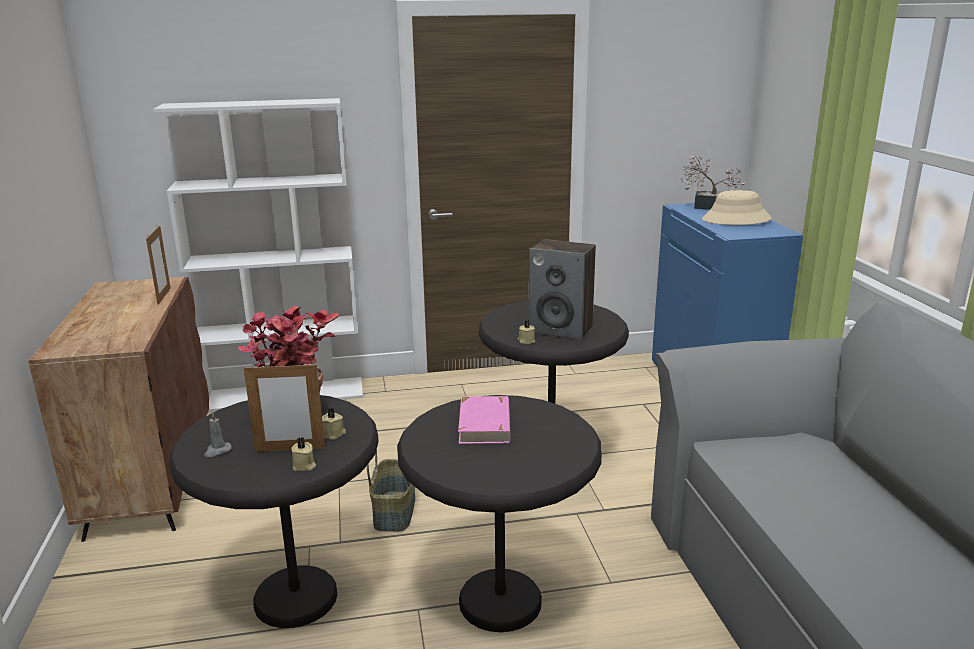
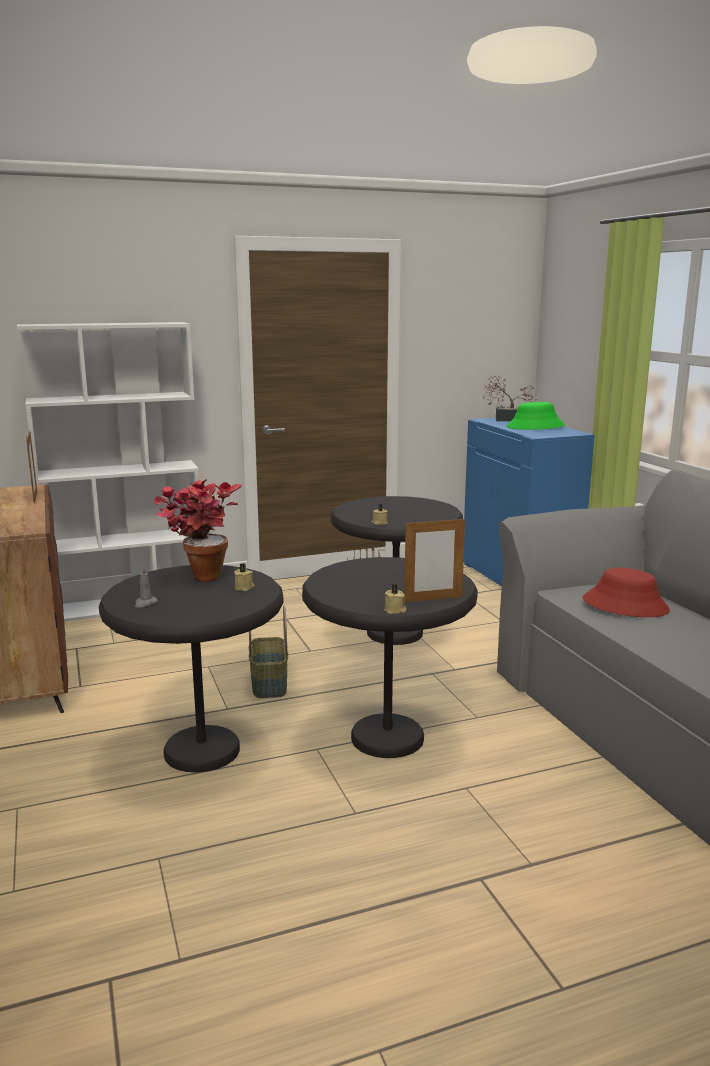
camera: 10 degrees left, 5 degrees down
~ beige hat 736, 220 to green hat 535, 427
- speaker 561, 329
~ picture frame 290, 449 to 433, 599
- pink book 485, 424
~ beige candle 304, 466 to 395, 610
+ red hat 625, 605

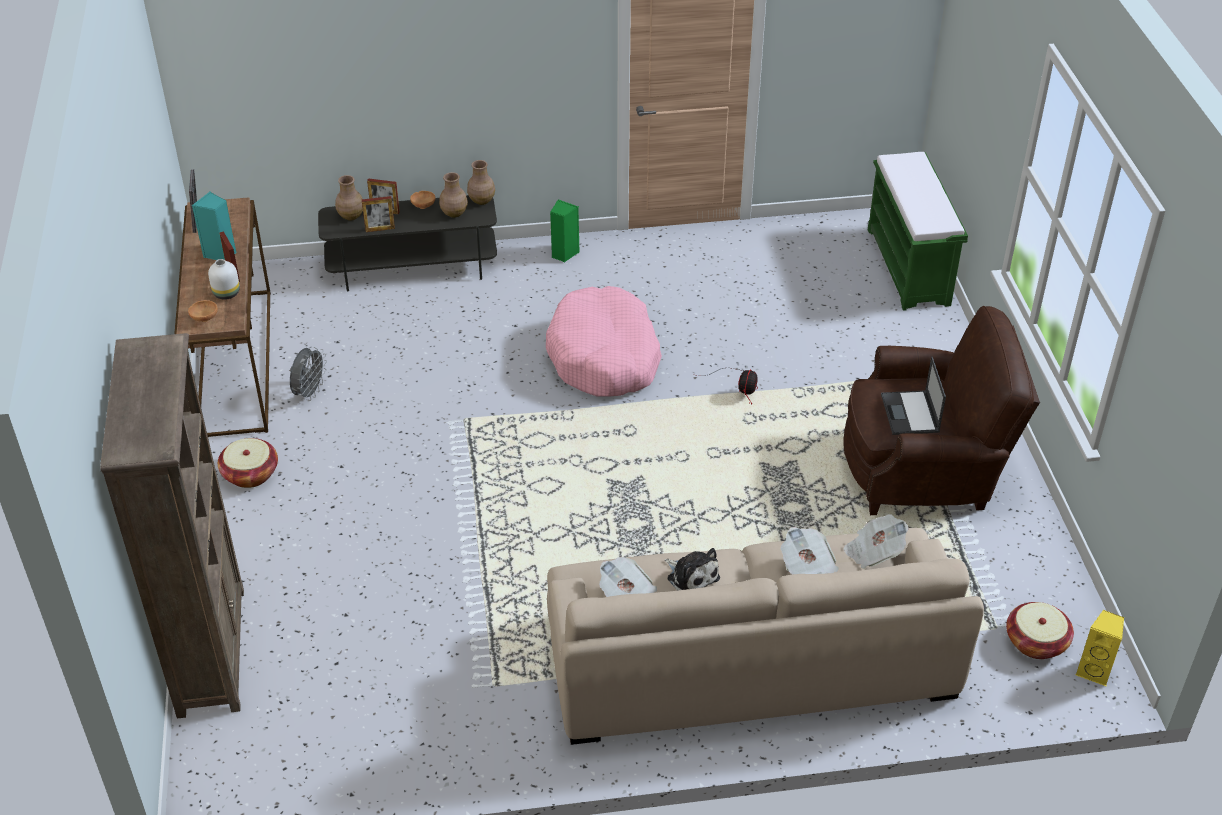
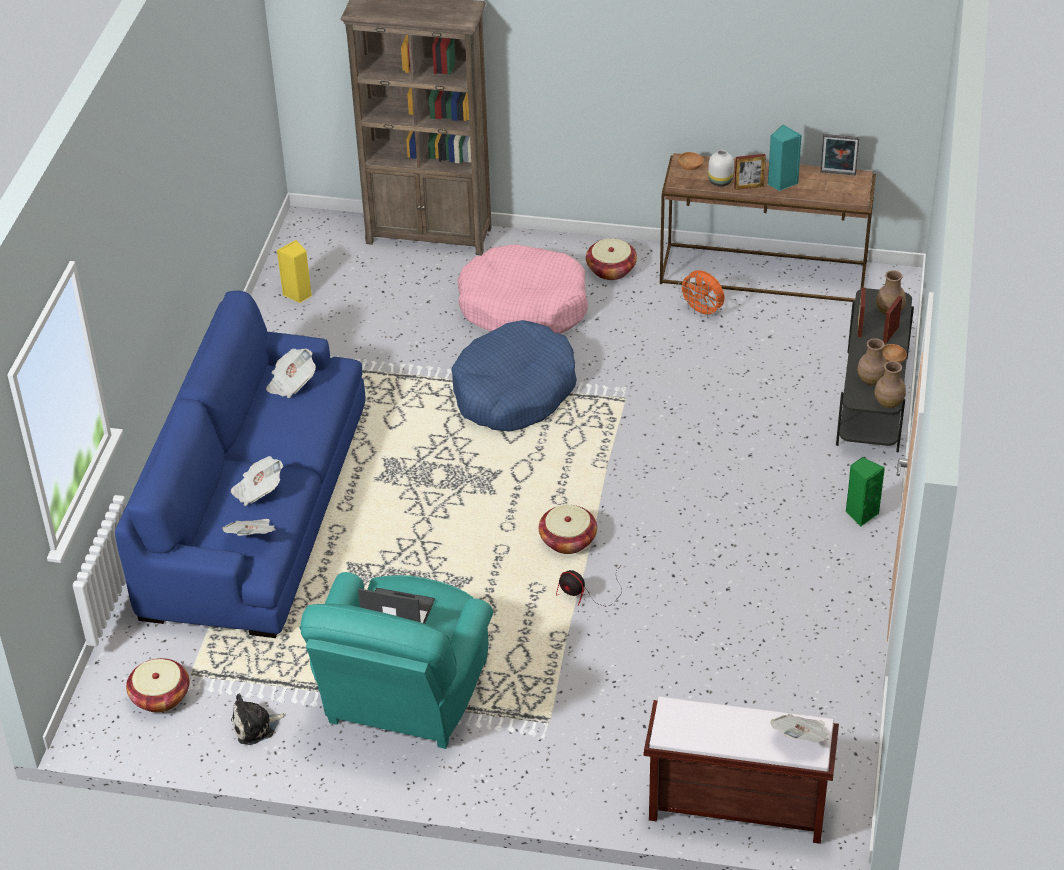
camera: 110 degrees right, 0 degrees up
~ green bench 909, 267 to brown bench 735, 807
~ pink dog bed 604, 357 to 523, 306
~ brown armchair 924, 470 to turquoise armchair 404, 697
~ grey fan 309, 392 to orange fan 702, 312
~ beige sofa 749, 657 to blue sofa 256, 508
~ plush toy 691, 576 to 256, 726
~ yellow speaker 1094, 671 to 298, 294
+ blue dog bed 514, 391
+ basket 568, 540
+ newspaper 801, 738

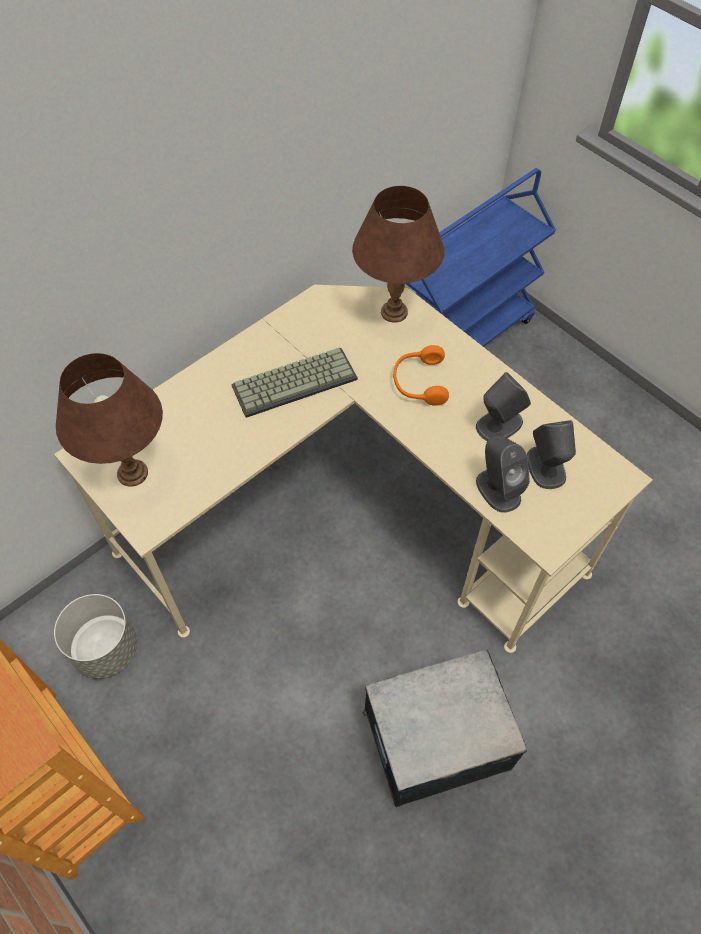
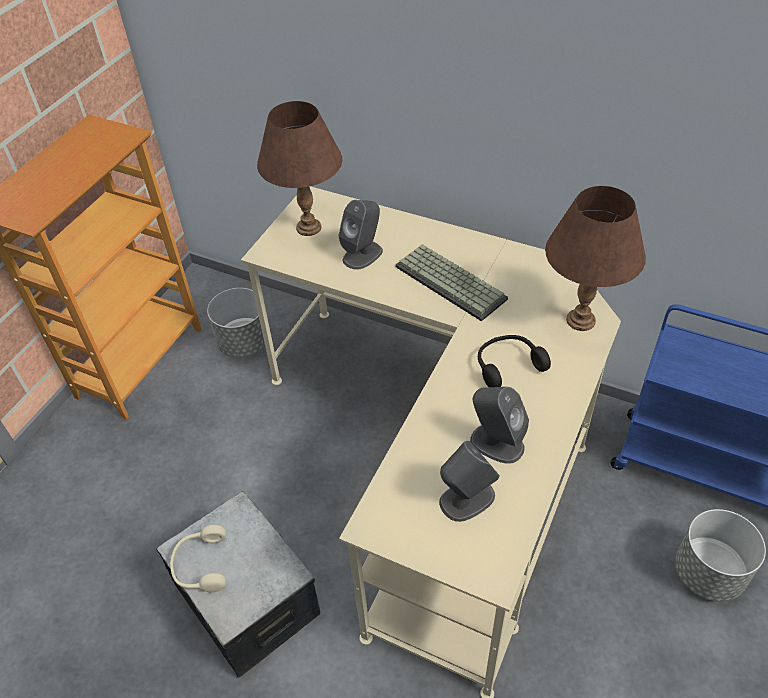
camera: 70 degrees right, 10 degrees down
~ orange headphones 419, 382 to black headphones 507, 365
~ grey speaker 498, 489 to 363, 254
+ grey planter 708, 573
+ beige headphones 200, 565

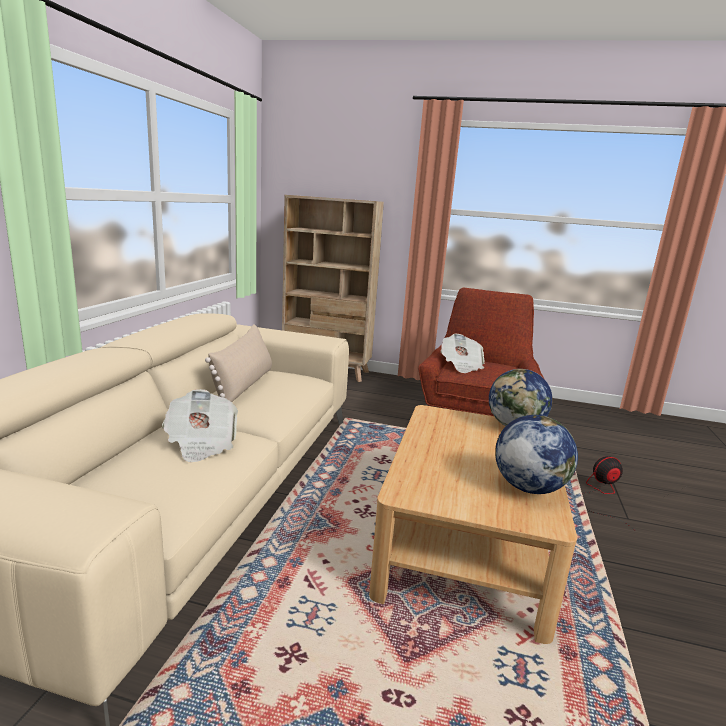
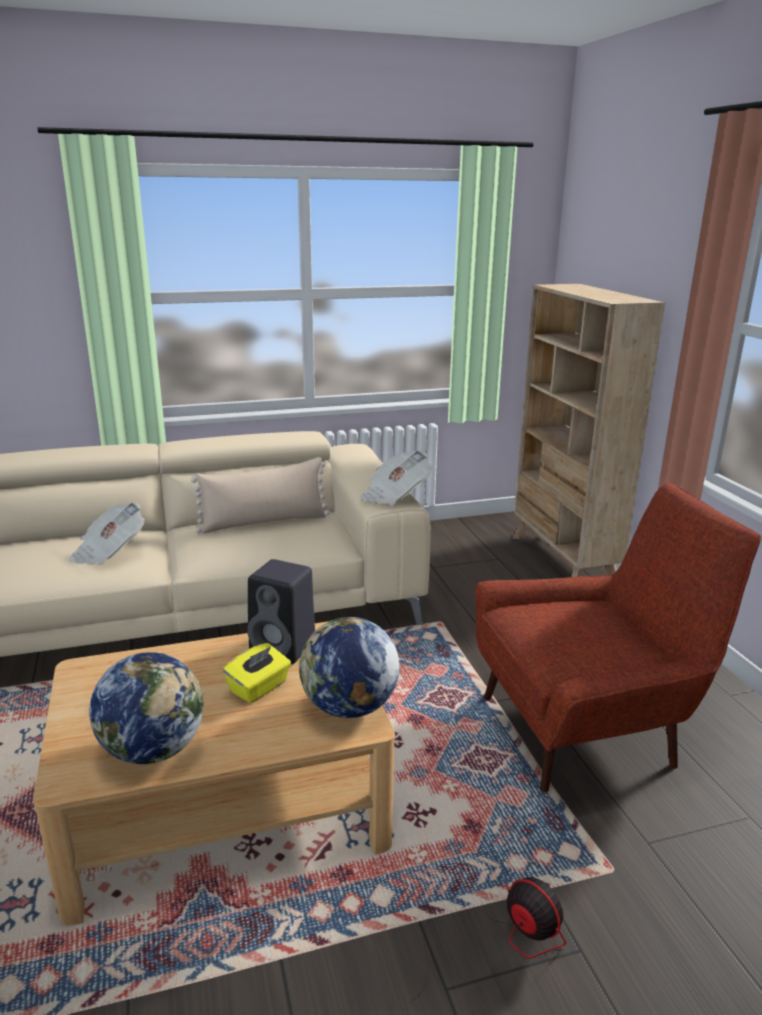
camera: 60 degrees right, 5 degrees up
~ newspaper 461, 365 to 394, 495
+ black speaker 285, 648
+ yellow tissue box 259, 688

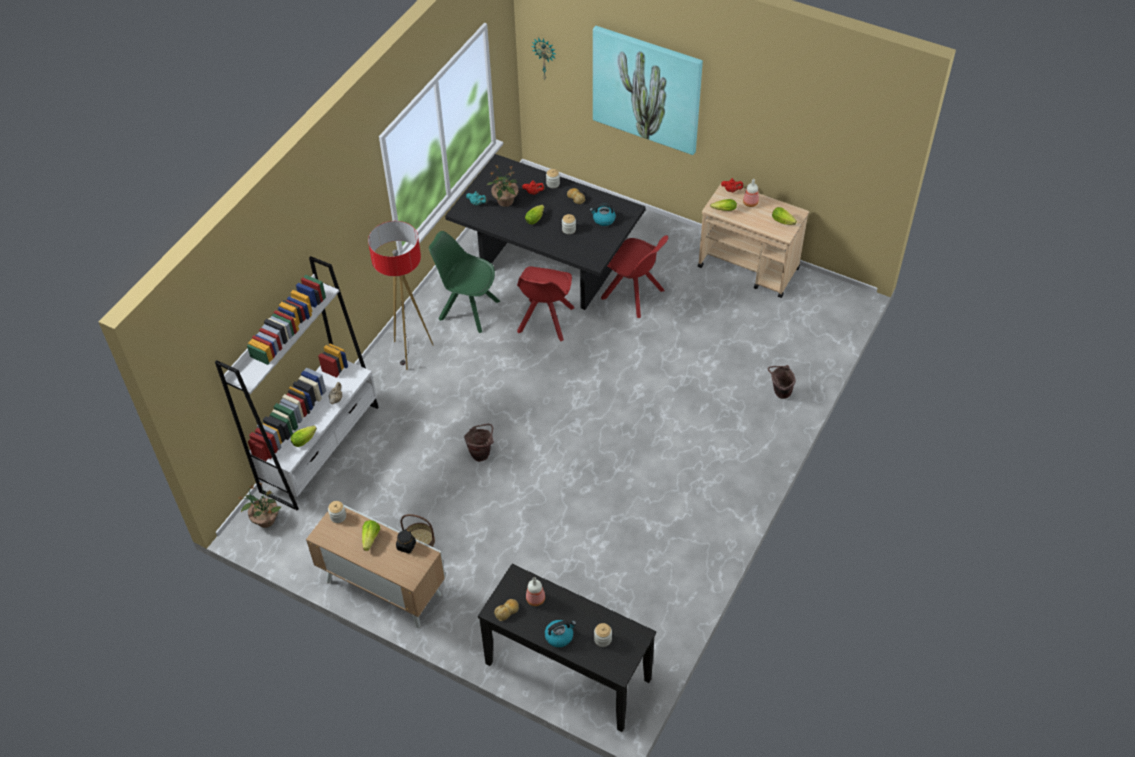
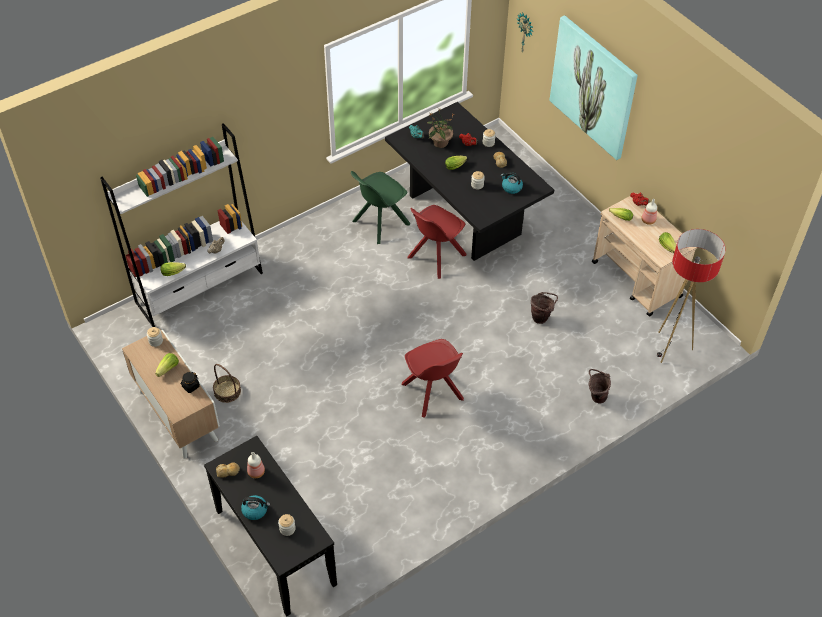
camera: 25 degrees right, 0 degrees up
~ floor lamp 411, 352 to 670, 348
~ green chair 467, 309 = 379, 223 90 degrees counterclockwise
~ red chair 634, 295 to 433, 393
~ brown bucket 481, 453 to 541, 317
- potted plant 265, 519

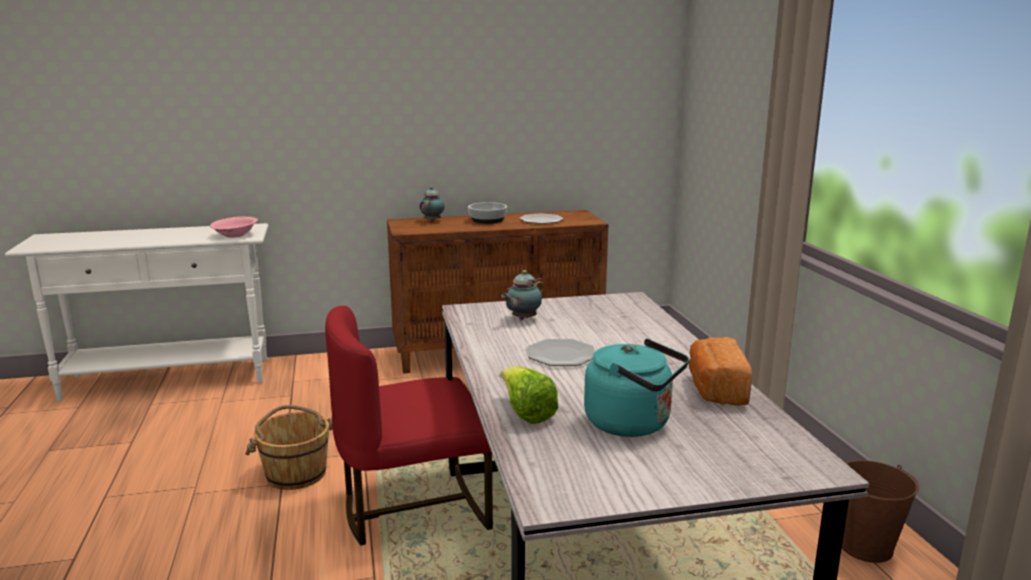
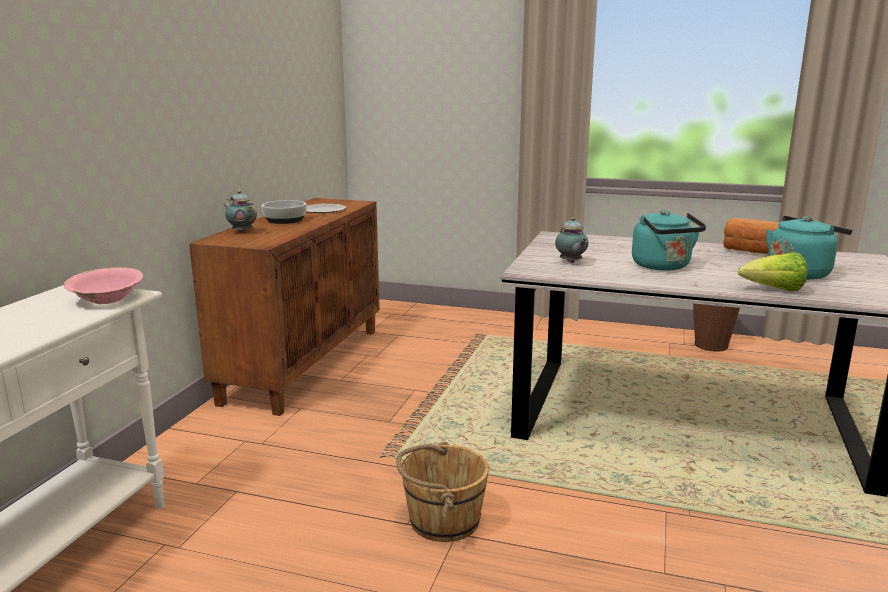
camera: 60 degrees left, 0 degrees up
- red chair 414, 508
~ plate 561, 355 to turquoise kettle 663, 267

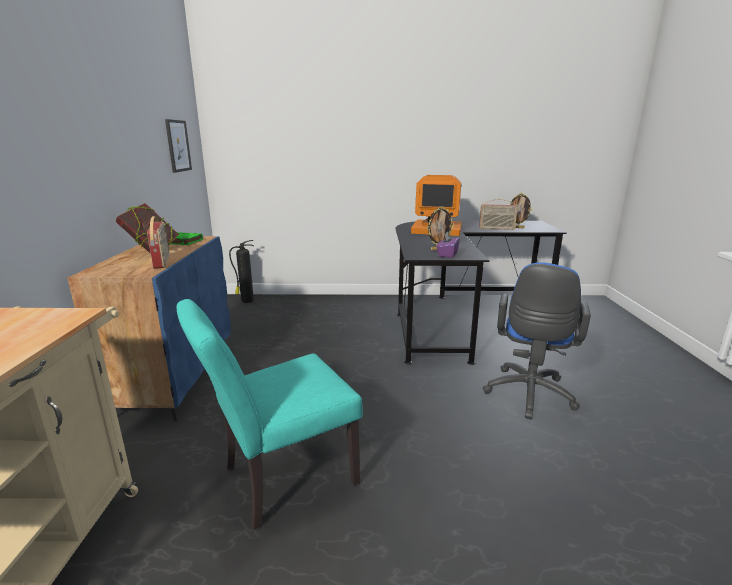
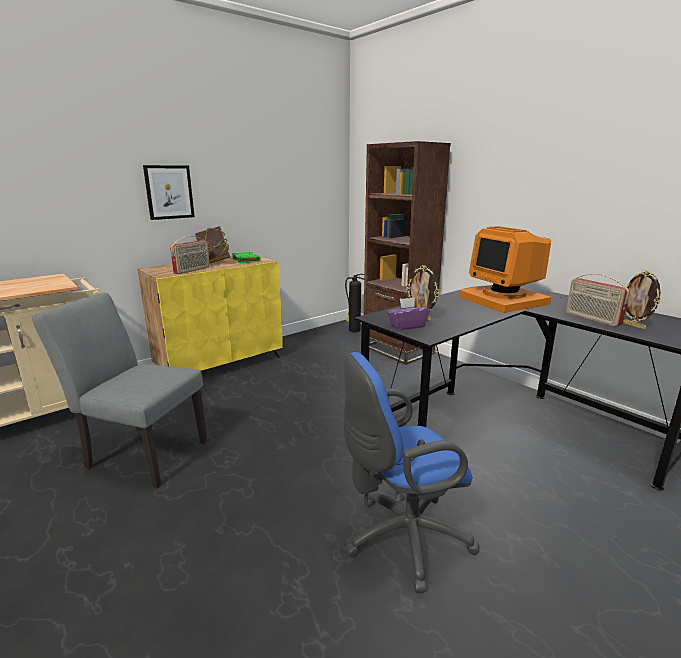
camera: 50 degrees right, 0 degrees up
~ picture 178, 146 to 169, 192
~ blue cabinet 177, 376 to yellow cabinet 221, 364
~ turquoise chair 280, 478 to grey chair 140, 453
+ brown bookcase 397, 350

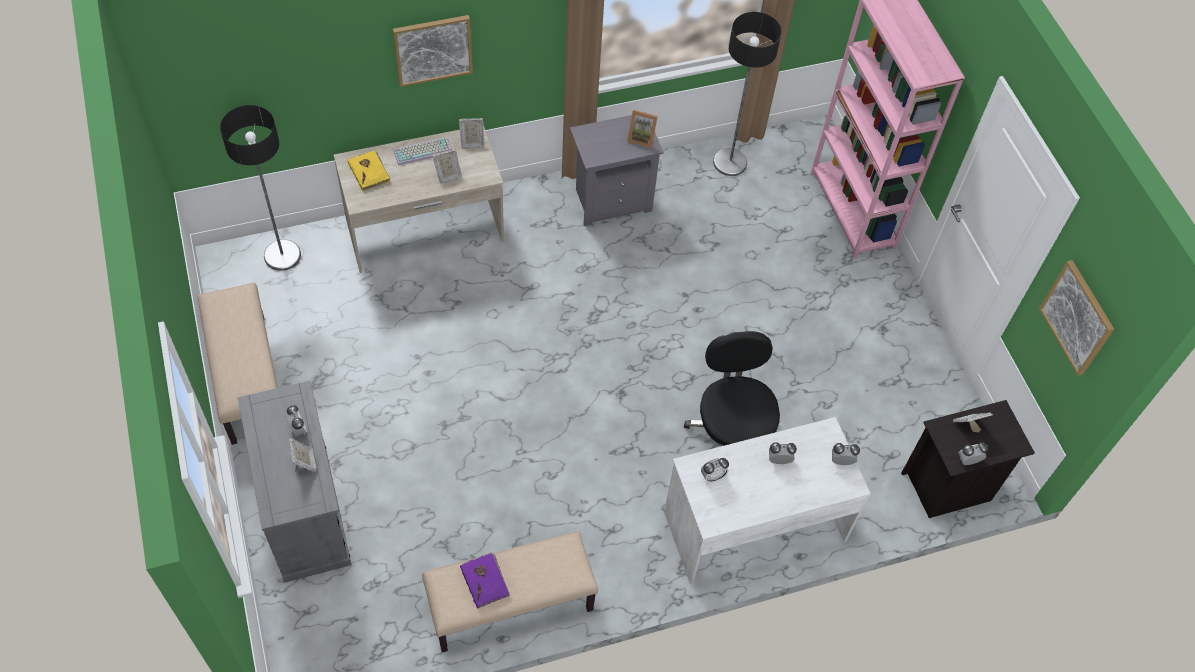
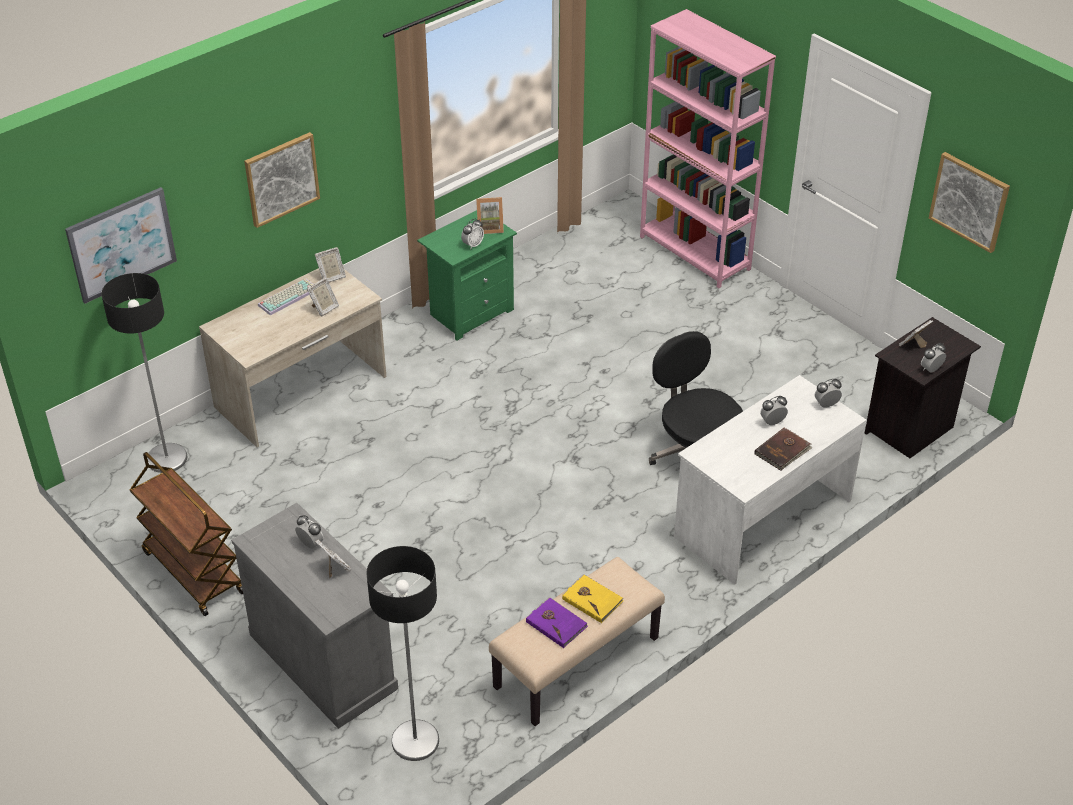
camera: 20 degrees left, 15 degrees down
~ floor lamp 729, 163 to 415, 741
~ grey nightstand 611, 200 to green nightstand 470, 312
~ yellow book 369, 171 to 592, 599
~ beige bench 247, 378 to brown cart 192, 572
~ alarm clock 712, 476 to 473, 245
+ picture 121, 244
+ brown book 783, 451

